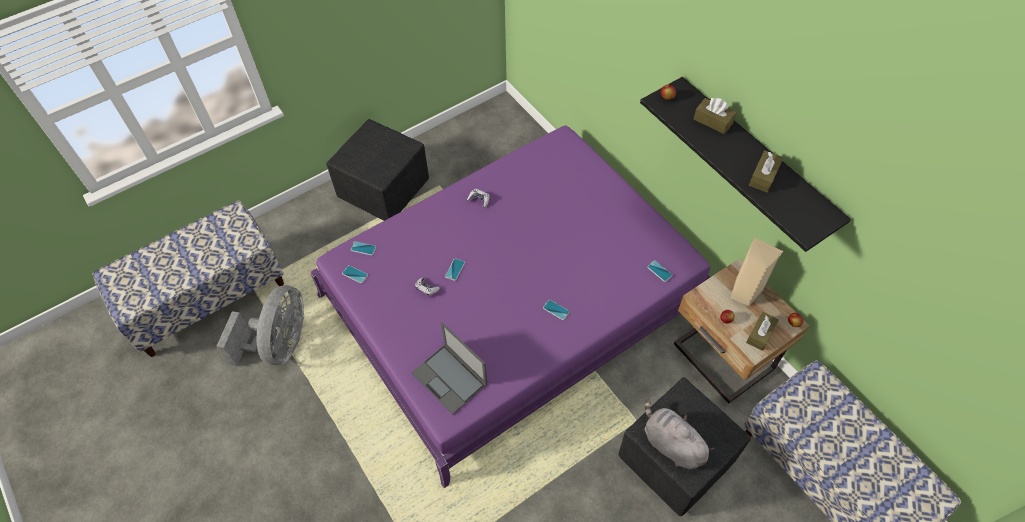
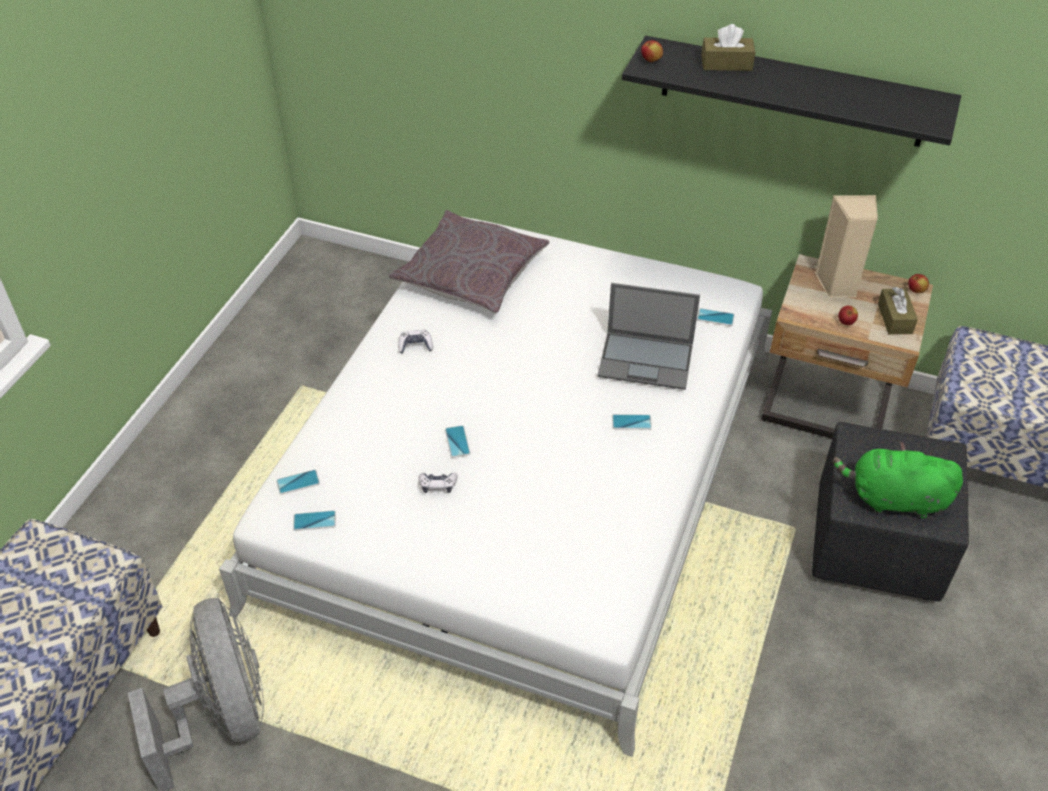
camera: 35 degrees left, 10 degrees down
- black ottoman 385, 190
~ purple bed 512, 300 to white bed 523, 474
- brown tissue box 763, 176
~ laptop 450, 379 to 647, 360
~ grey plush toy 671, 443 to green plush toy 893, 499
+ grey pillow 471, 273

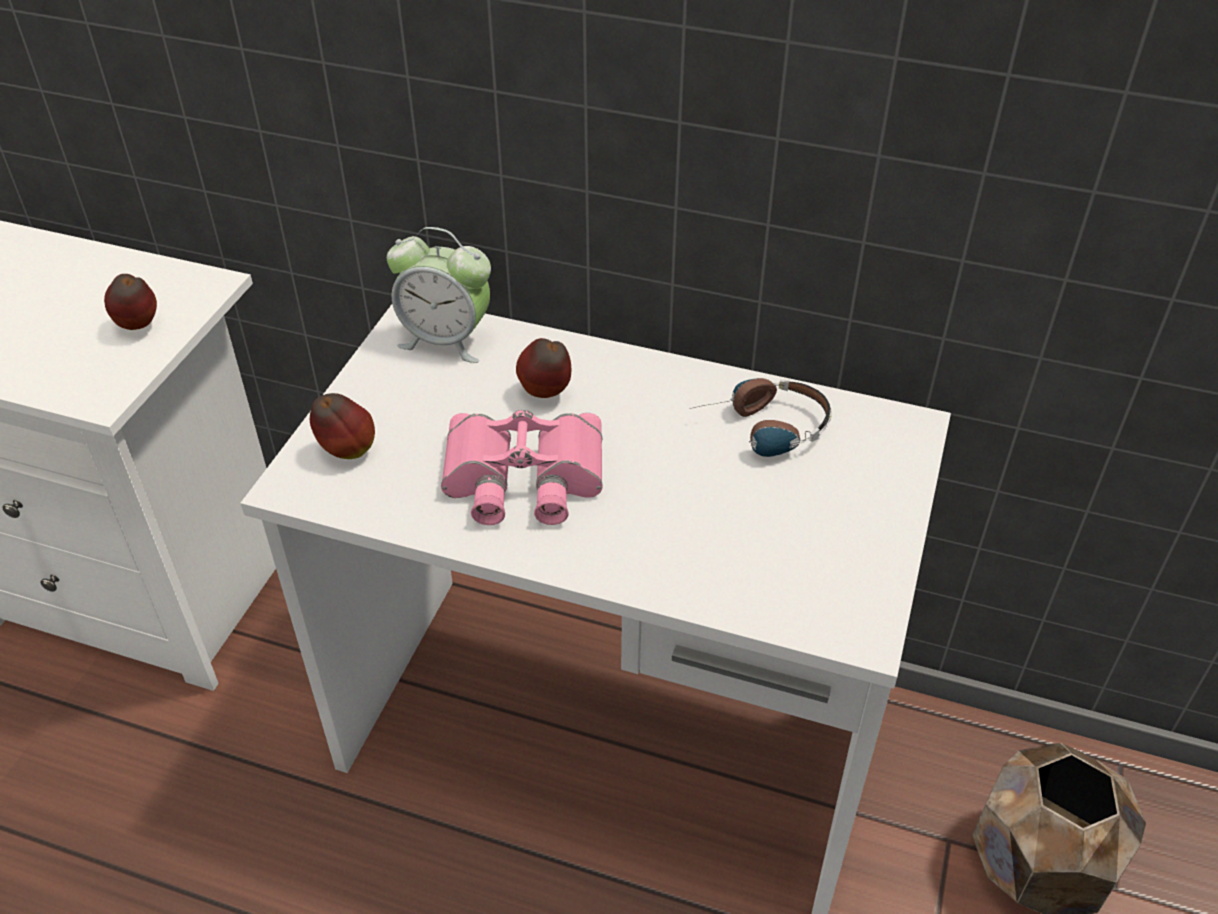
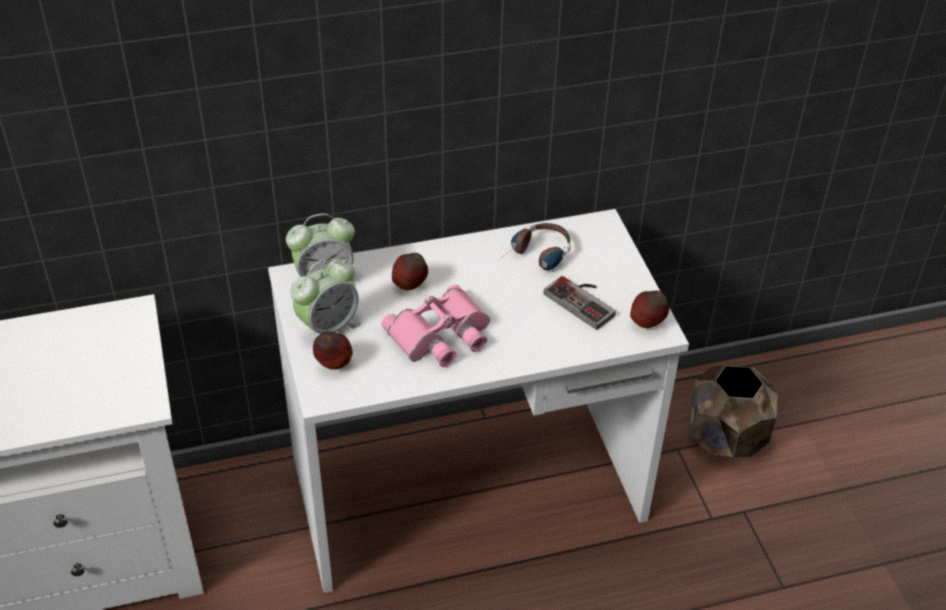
camera: 35 degrees left, 0 degrees up
~ apple 139, 327 to 647, 324
+ alarm clock 328, 327
+ game controller 584, 300

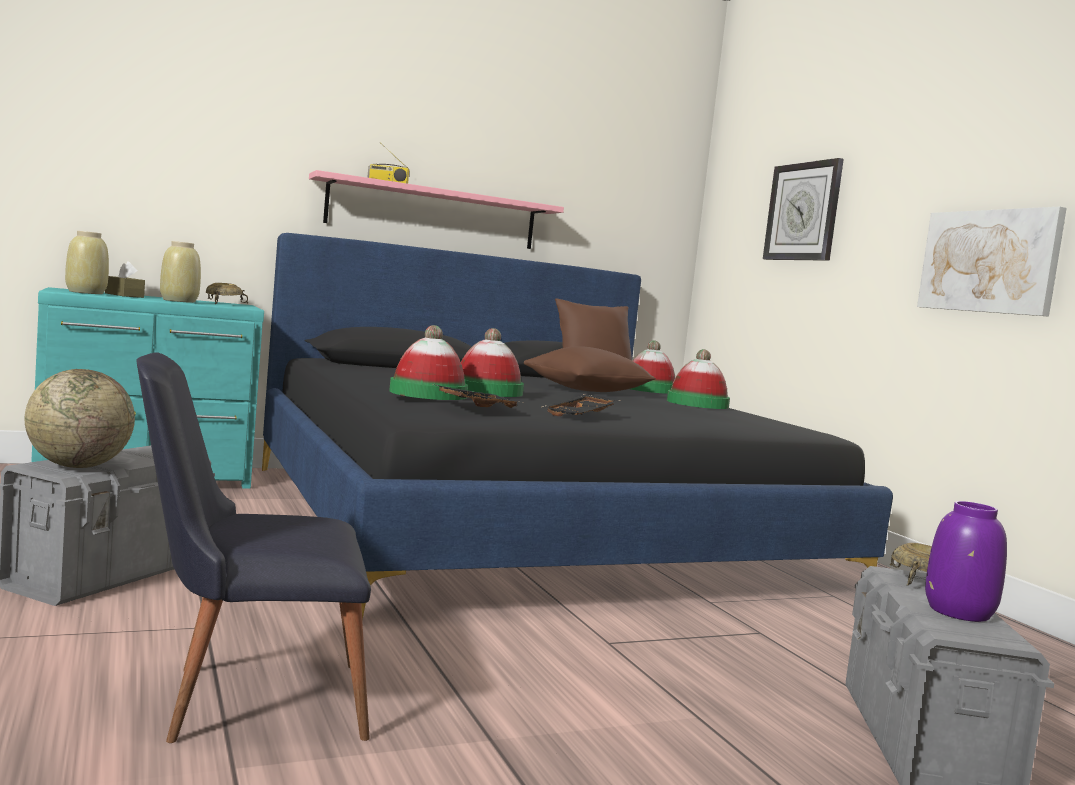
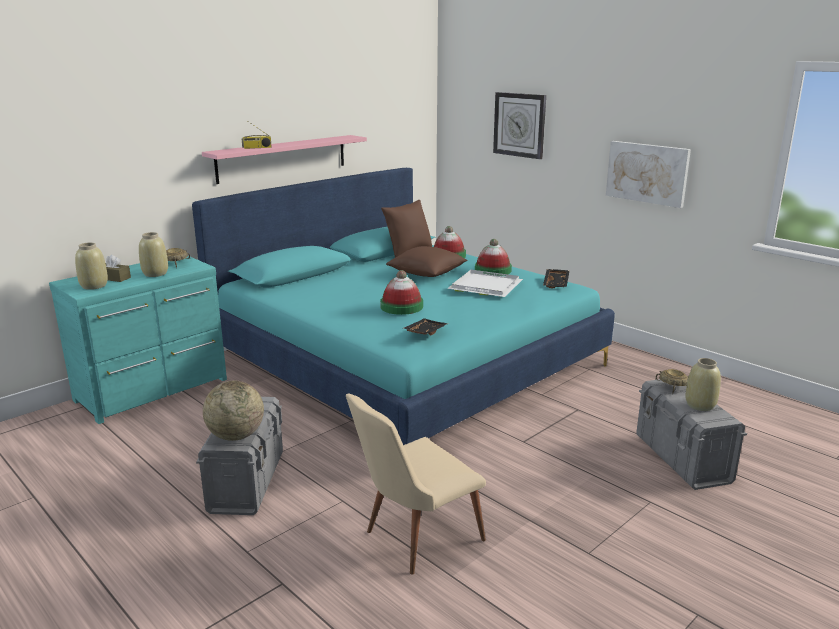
camera: 20 degrees left, 15 degrees up
~ black bed 525, 525 to turquoise bed 406, 361
- hat 428, 394
~ black chair 245, 700 to beige chair 413, 538
~ black tray 581, 415 to 556, 283
~ purple vase 960, 612 to beige vase 700, 405
+ white tray 487, 286

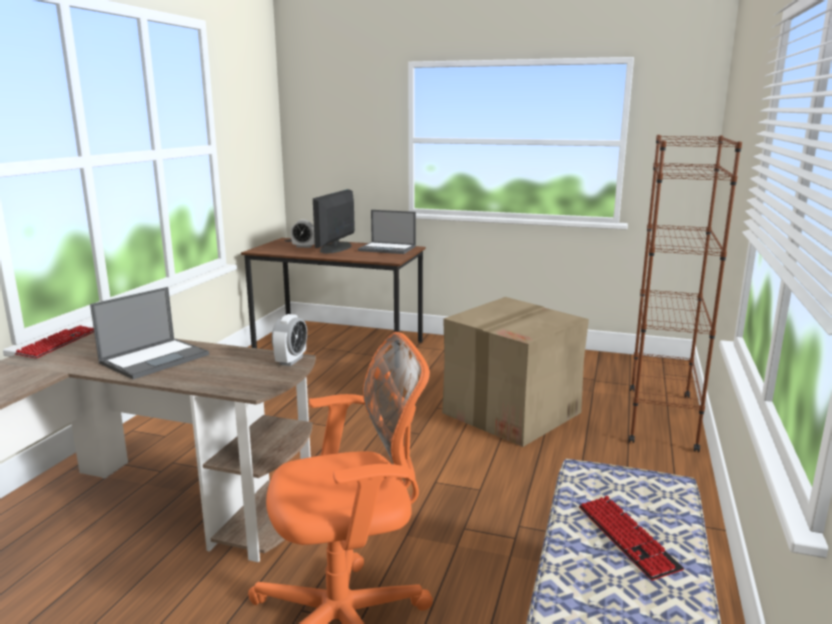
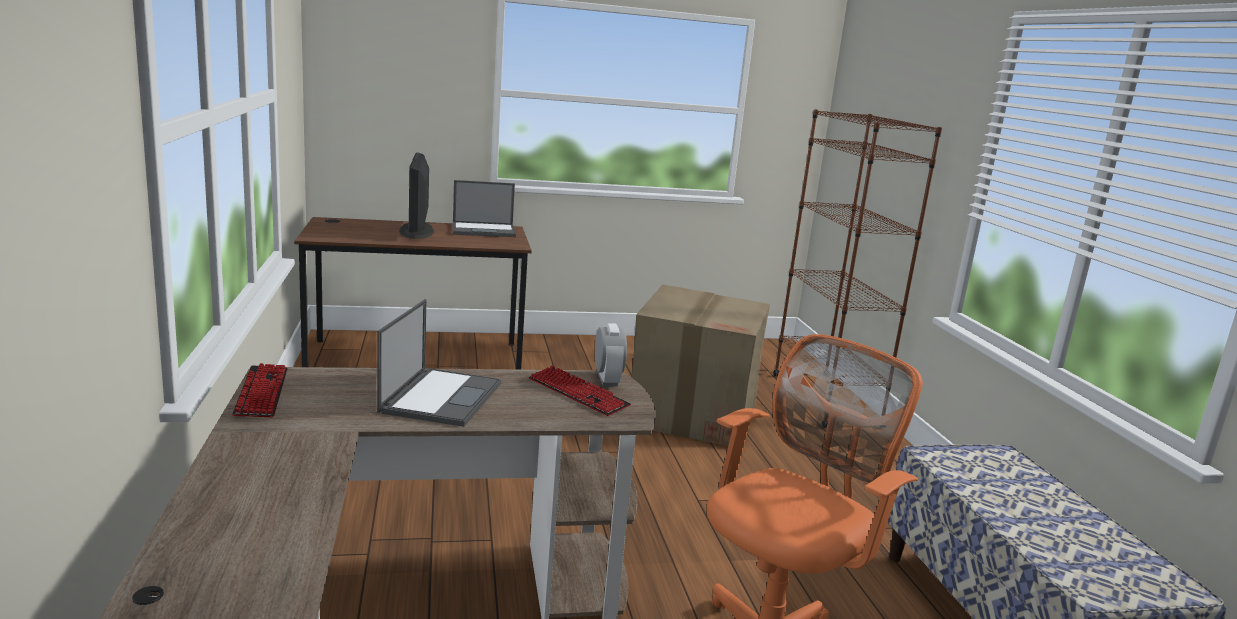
camera: 30 degrees left, 0 degrees up
- alarm clock 304, 246
~ keyboard 627, 538 to 578, 393

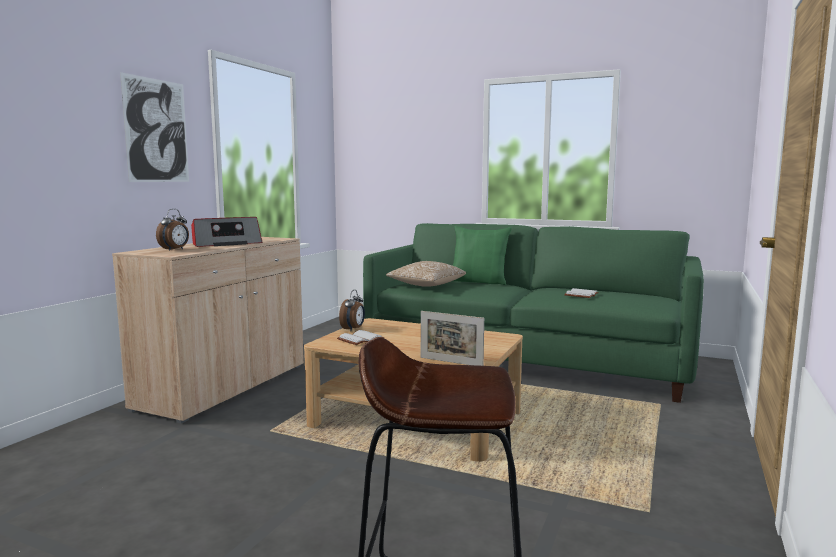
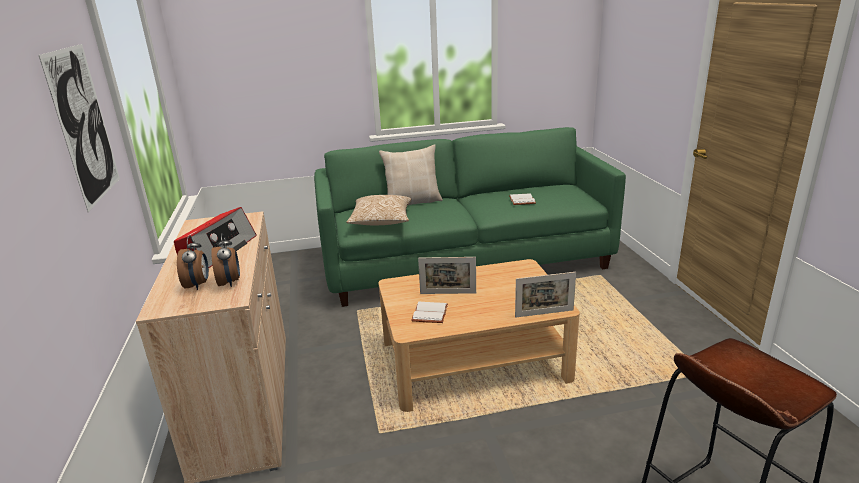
camera: 35 degrees left, 15 degrees up
~ green pillow 479, 282 to beige pillow 413, 202
~ alarm clock 353, 329 to 230, 282
+ picture frame 448, 293

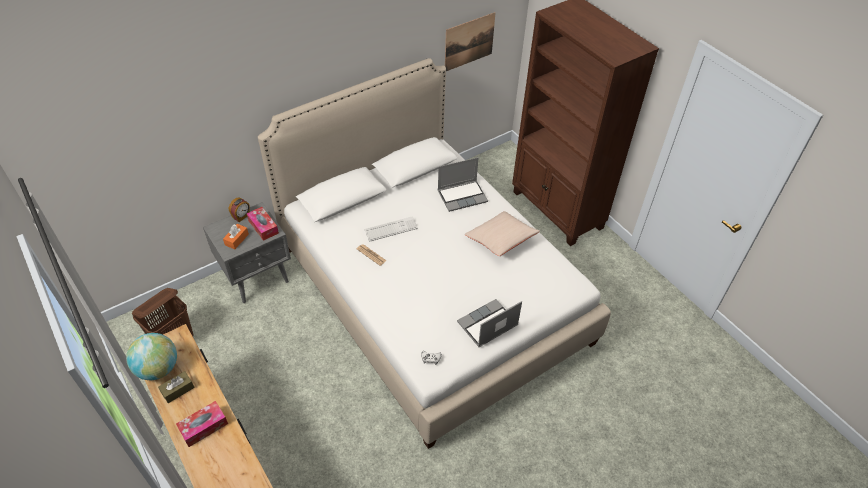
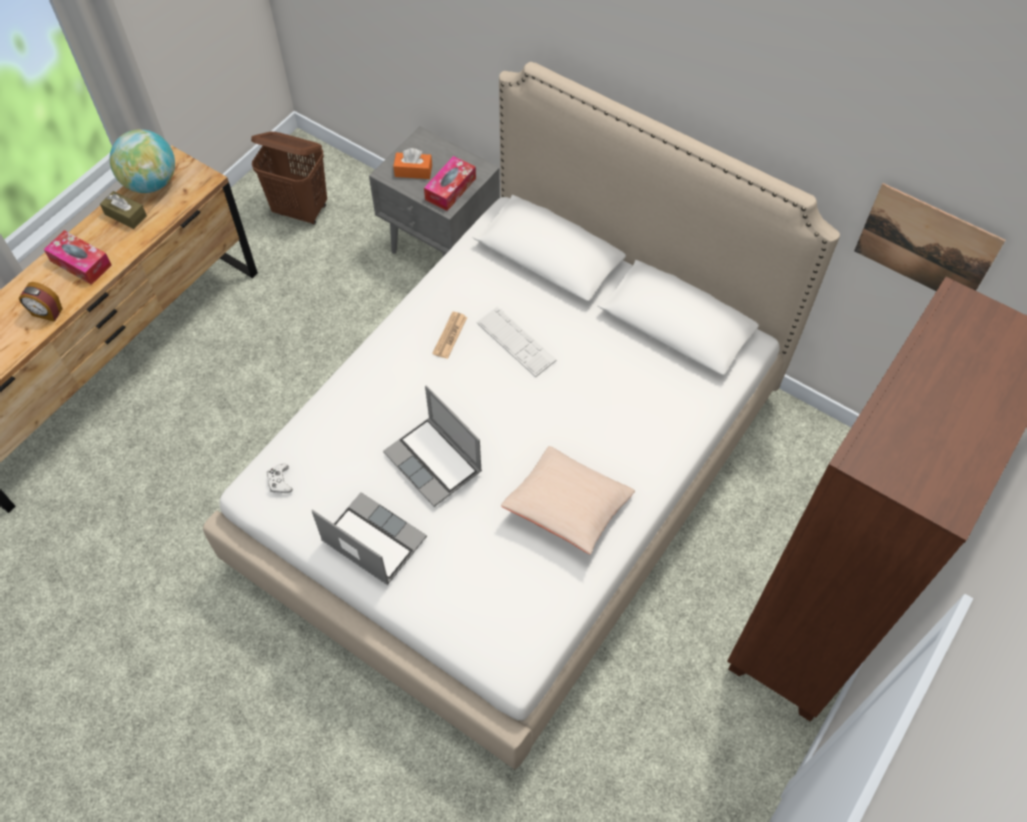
camera: 70 degrees right, 10 degrees up
~ laptop 462, 196 to 435, 462
~ alarm clock 241, 216 to 47, 313

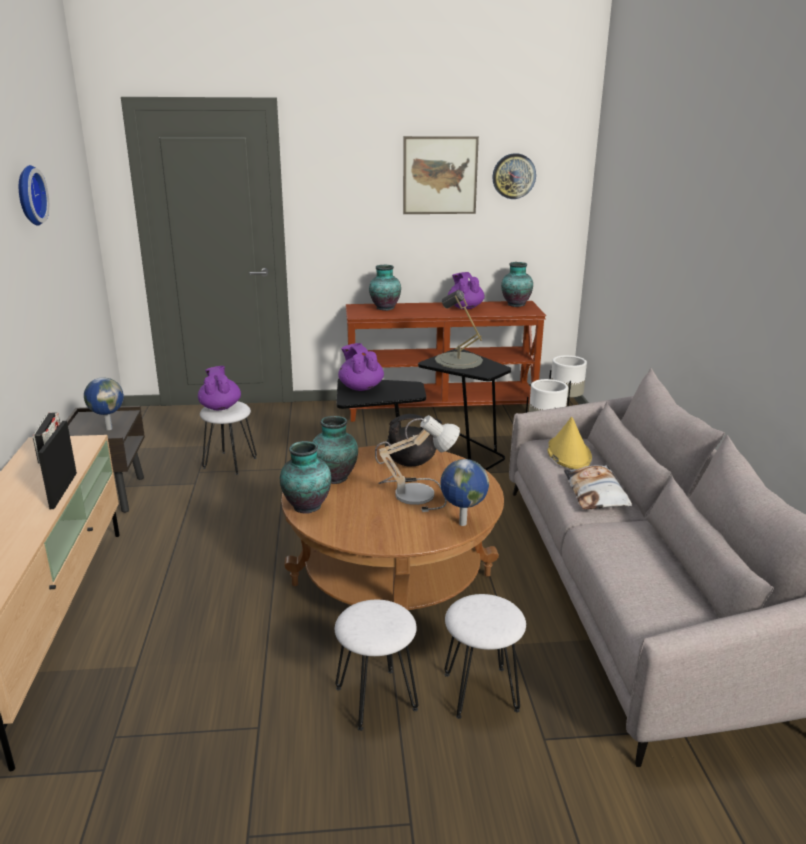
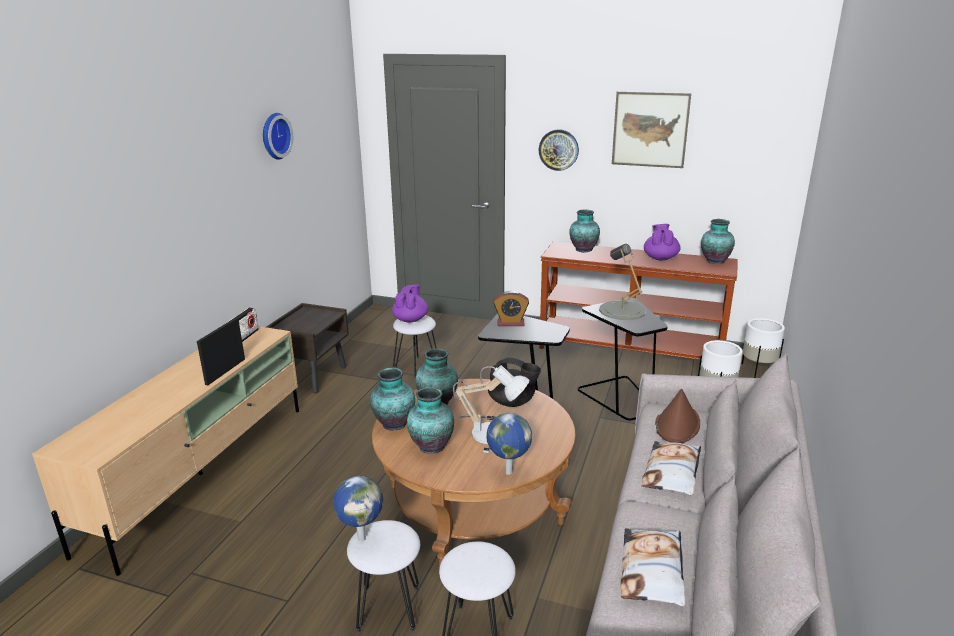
camera: 25 degrees right, 0 degrees up
~ wall clock 513, 176 to 558, 150
~ purple teapot 360, 387 to alarm clock 510, 323
~ globe 109, 428 to 361, 538
~ yellow hat 568, 453 to brown hat 677, 424
+ vase 431, 446
+ pillow 652, 571

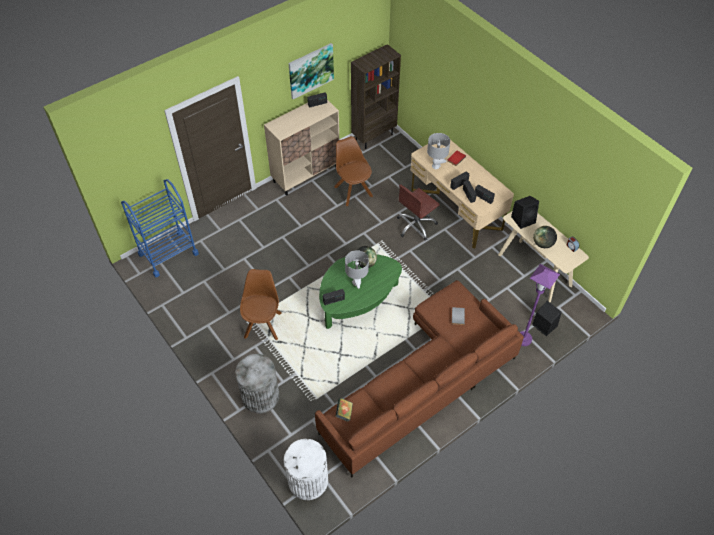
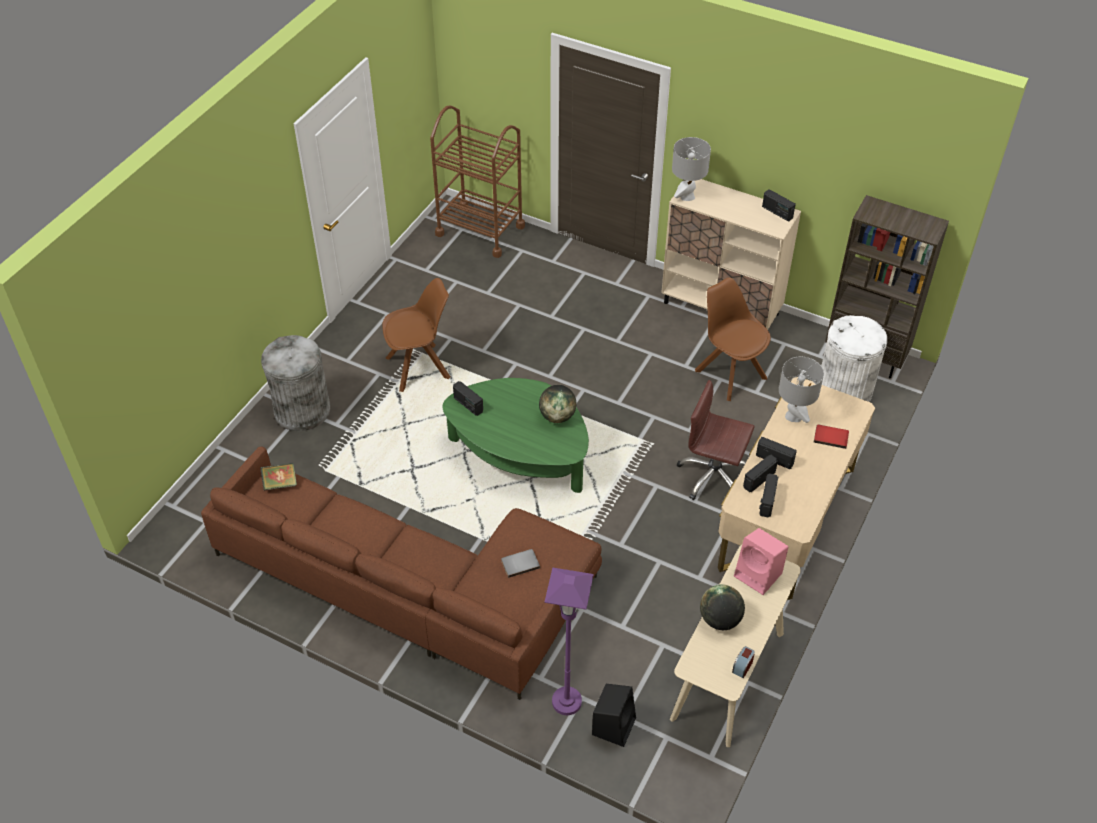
camera: 65 degrees right, 5 degrees down
- picture 310, 70
~ brown chair 353, 190 = 729, 373 75 degrees counterclockwise
~ blue cart 168, 254 to brown cart 480, 230
~ black speaker 523, 219 to pink speaker 759, 575
~ grey table lamp 356, 282 to 687, 196
~ white trash can 308, 480 to 844, 389

